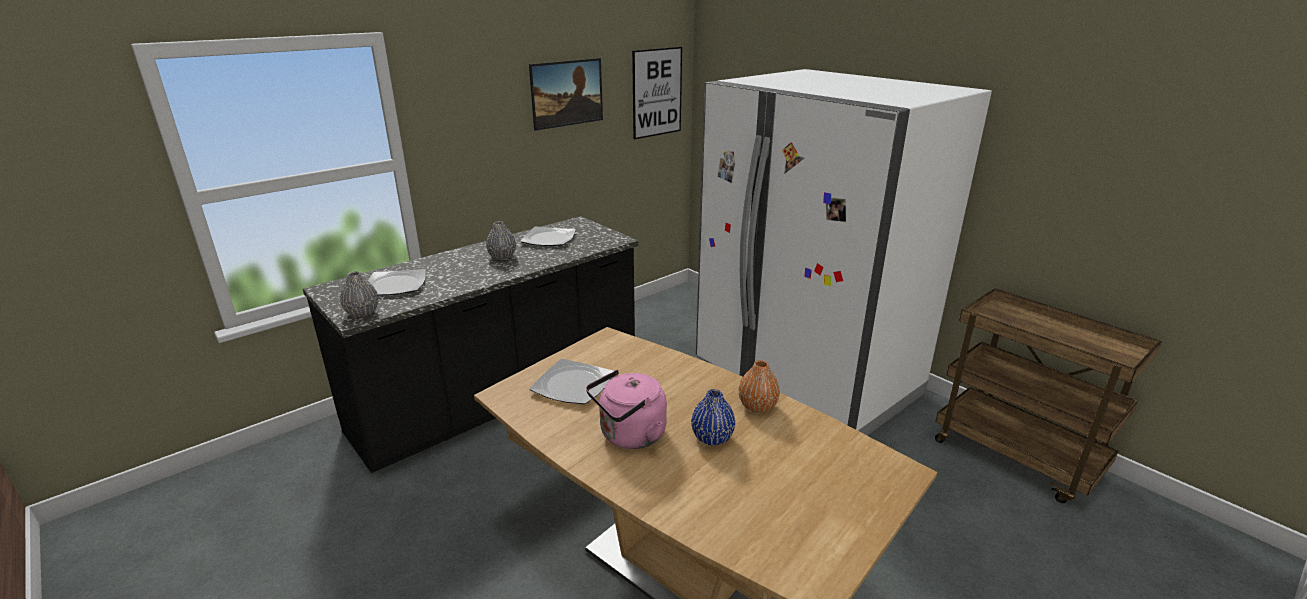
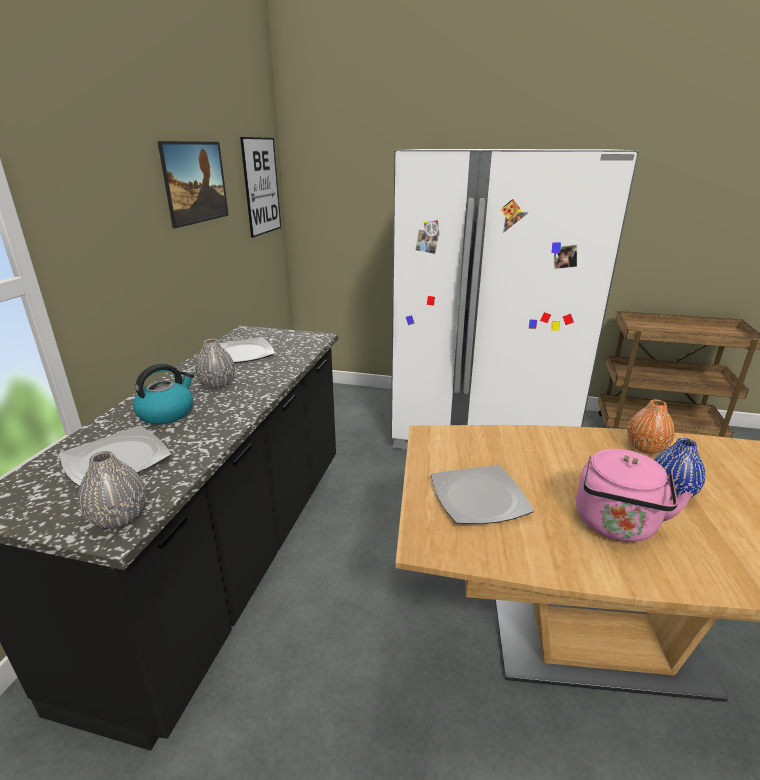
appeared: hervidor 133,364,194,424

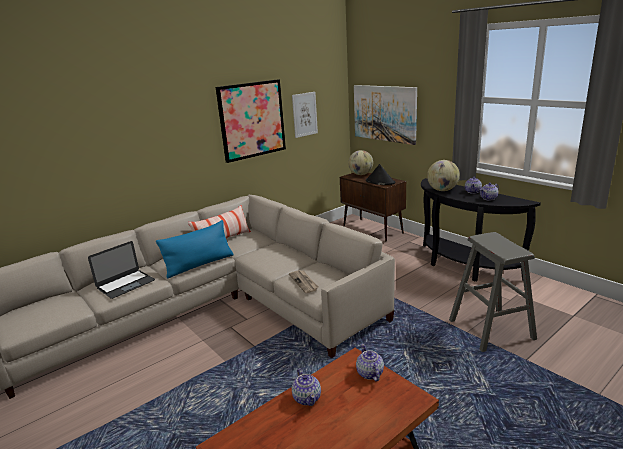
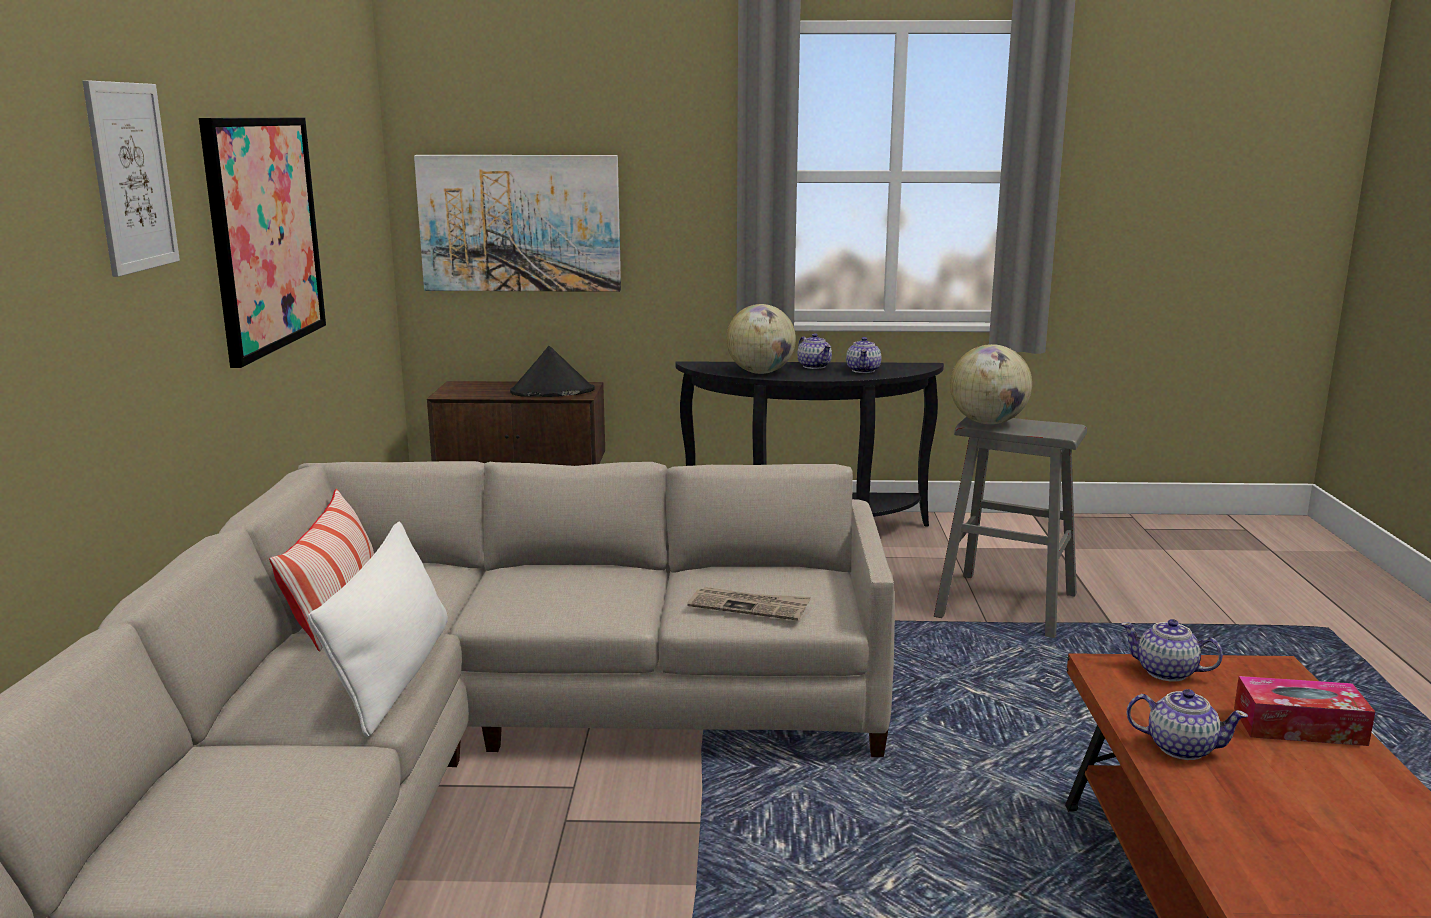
missing: portátil 88,241,155,299
appeared: caja de pañuelos 1234,676,1375,746
relocated: cuadro 292,92,318,138 to 83,80,180,277; globo terráqueo 348,150,373,175 to 950,344,1032,424
colour: cojín/azul 156,220,233,279 to cojín/blanco 308,522,448,737

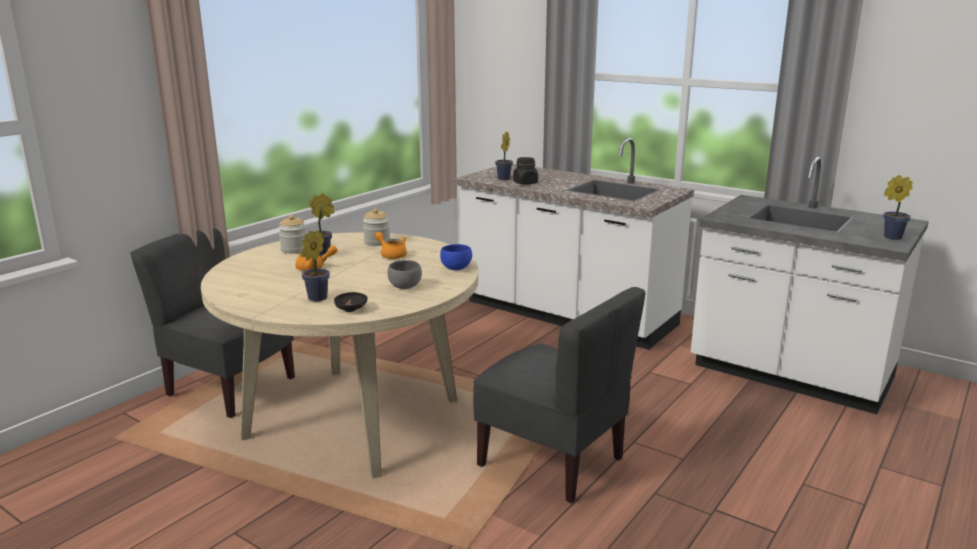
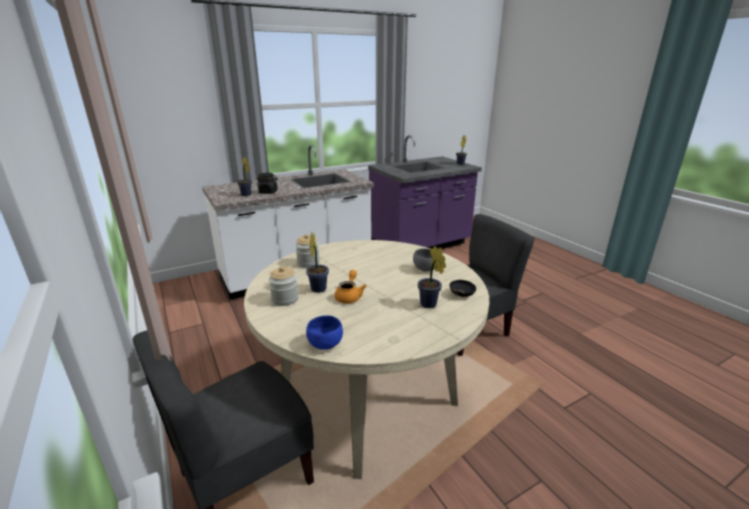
missing: tetera/naranja 375,232,407,259
relocated: cuenco/azul 440,244,472,270 to 306,316,343,350
colour: mueble bajo de cocina/blanco 691,157,929,414 to mueble bajo de cocina/morado 368,135,482,249

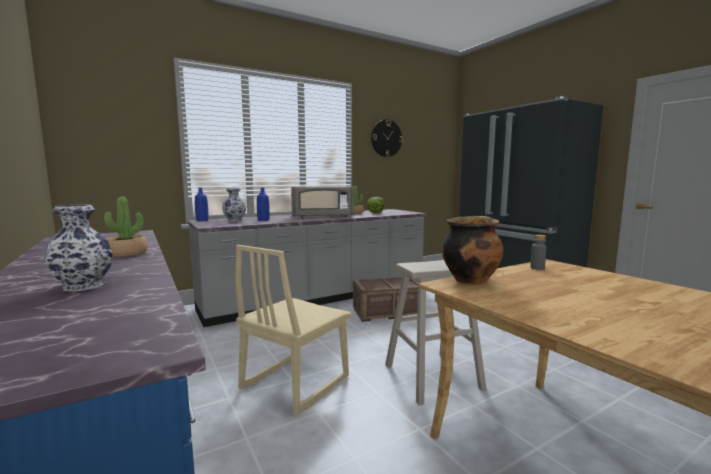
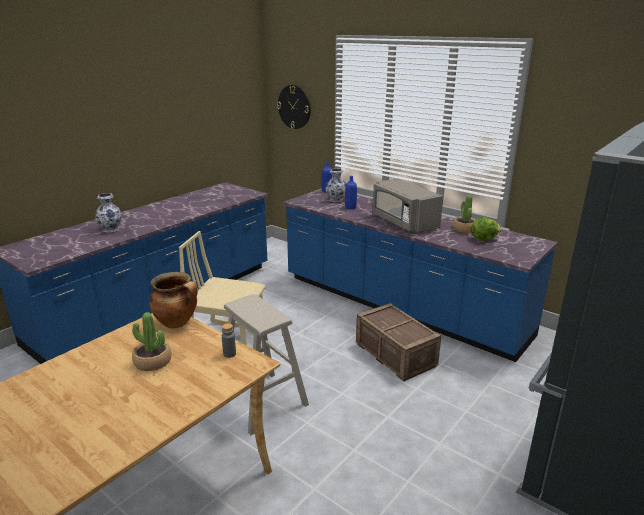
relocated: planta en maceta 104,197,148,257 to 132,312,171,371; reloj de pared 371,119,403,157 to 277,85,311,129
colour: mueble bajo de cocina/gris 187,209,427,327 to mueble bajo de cocina/azul 283,188,558,362

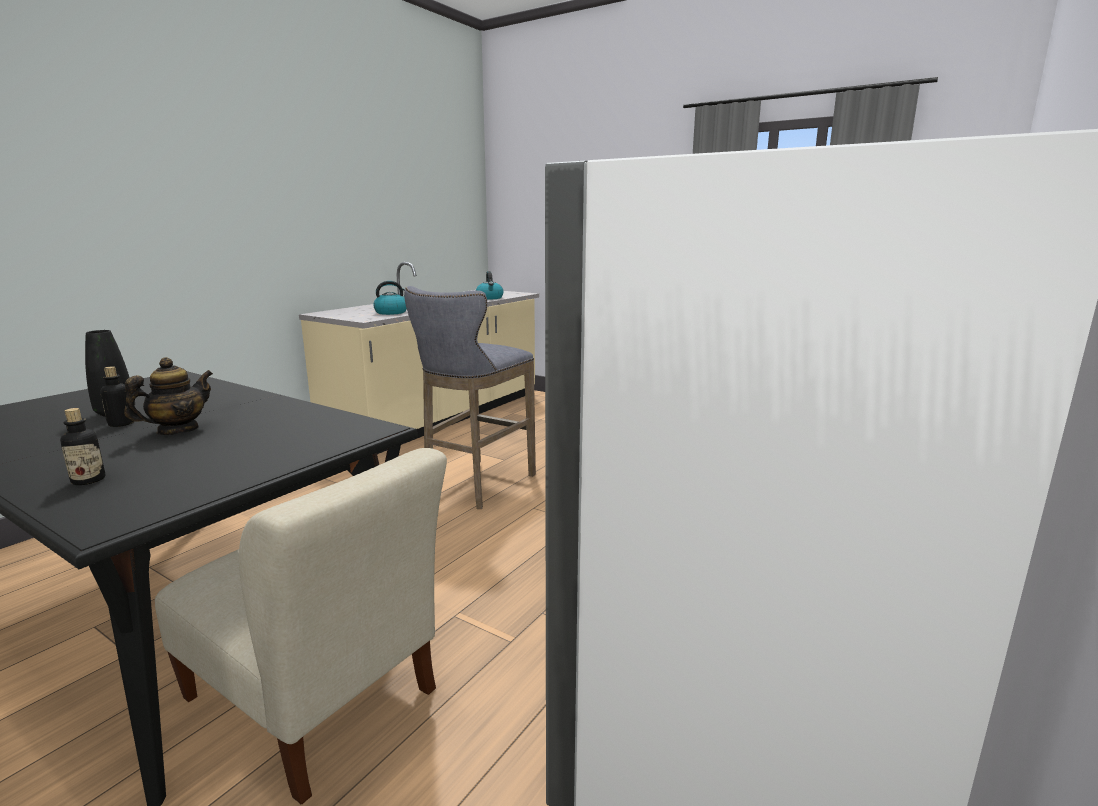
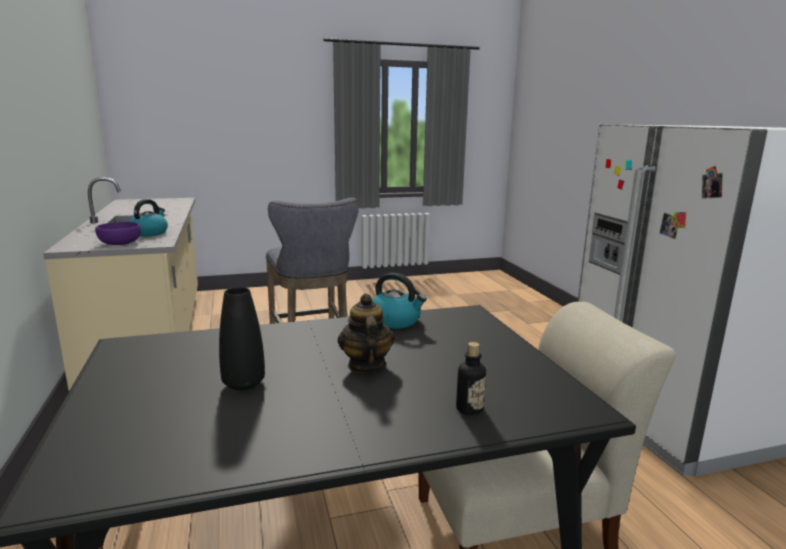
missing: botella 101,366,134,427
appeared: cuenco/morado 95,222,141,245
relocated: hervidor 476,271,504,299 to 372,273,427,329

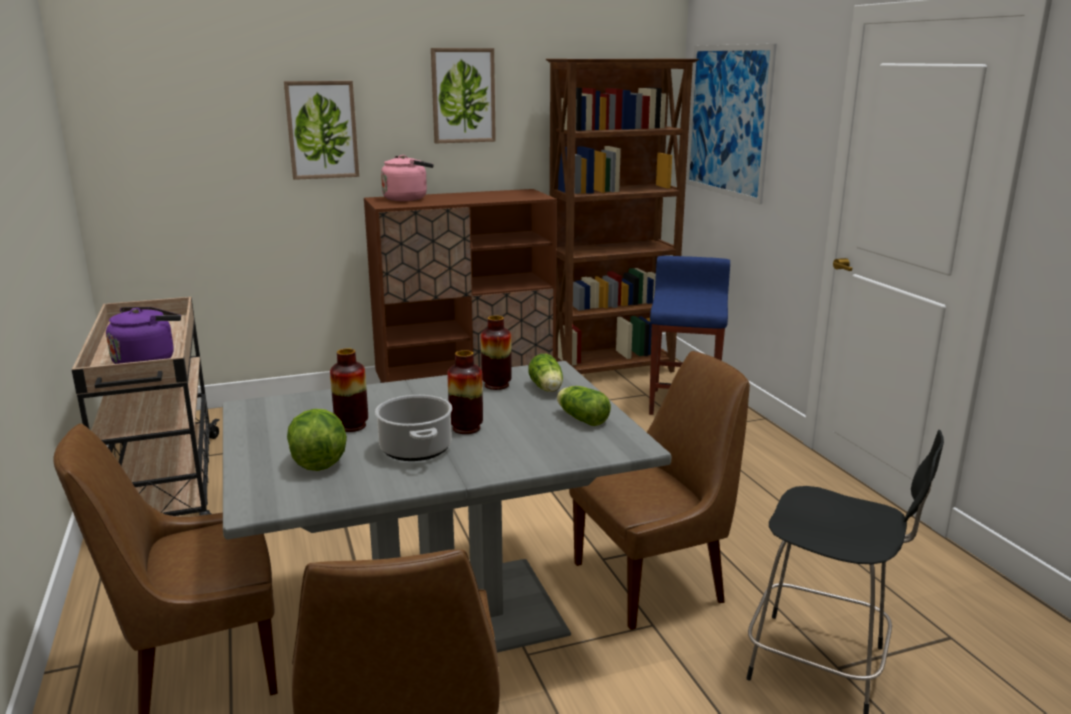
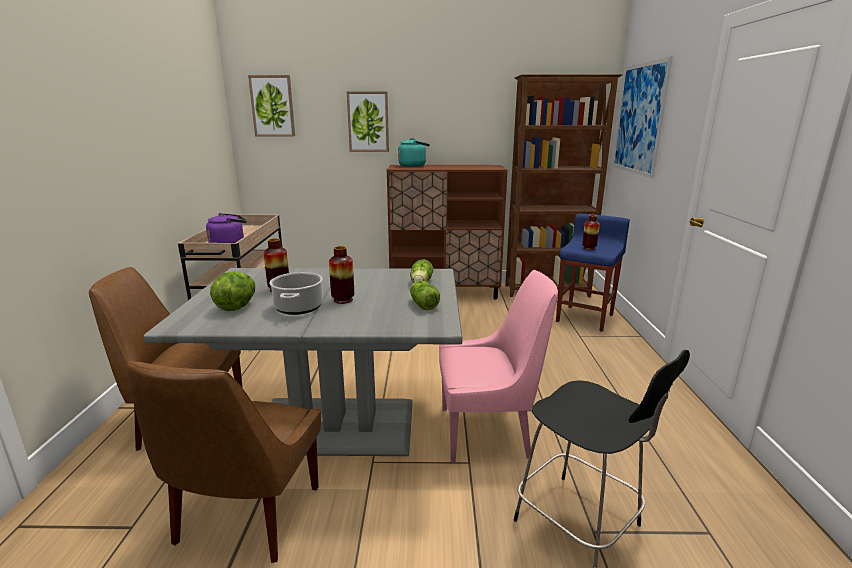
relocated: cuadro 431,48,496,143 to 248,75,295,136; florero 481,316,512,390 to 582,215,600,250
colour: hervidor/rosa 381,155,434,201 to hervidor/turquesa 398,138,430,167; silla/marrón 569,351,750,630 to silla/rosa 439,270,558,462

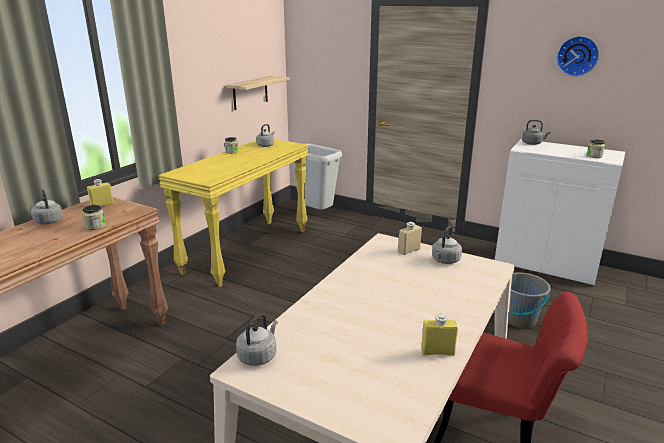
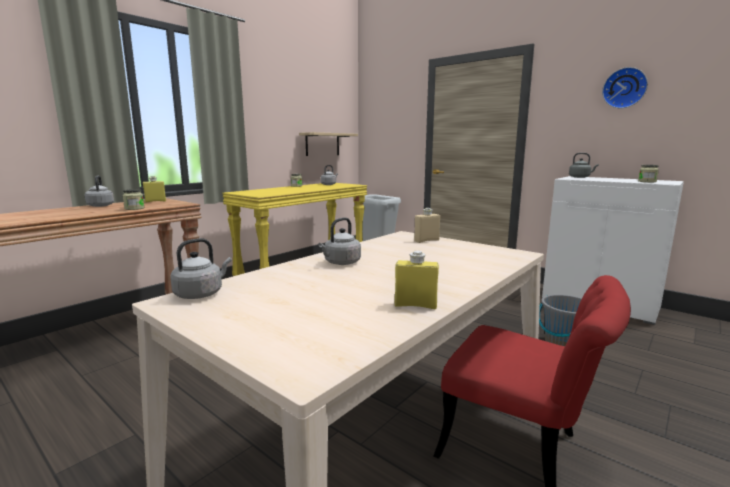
relocated: hervidor/gris 432,226,462,264 to 318,218,361,265

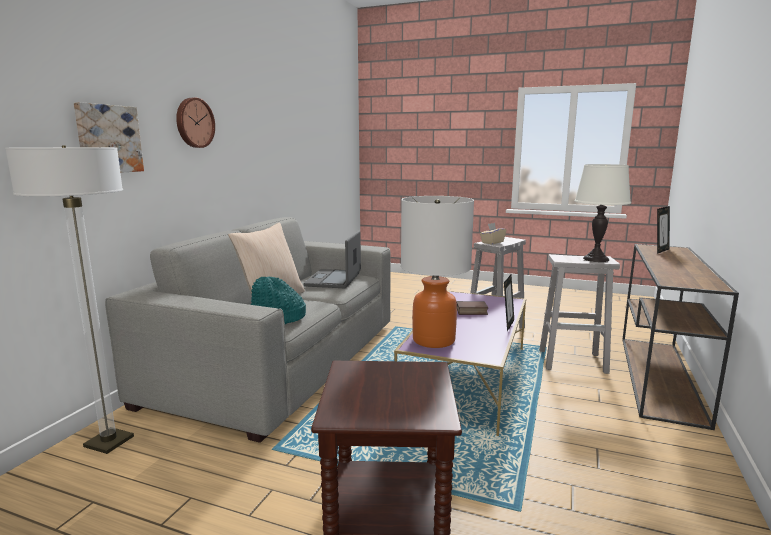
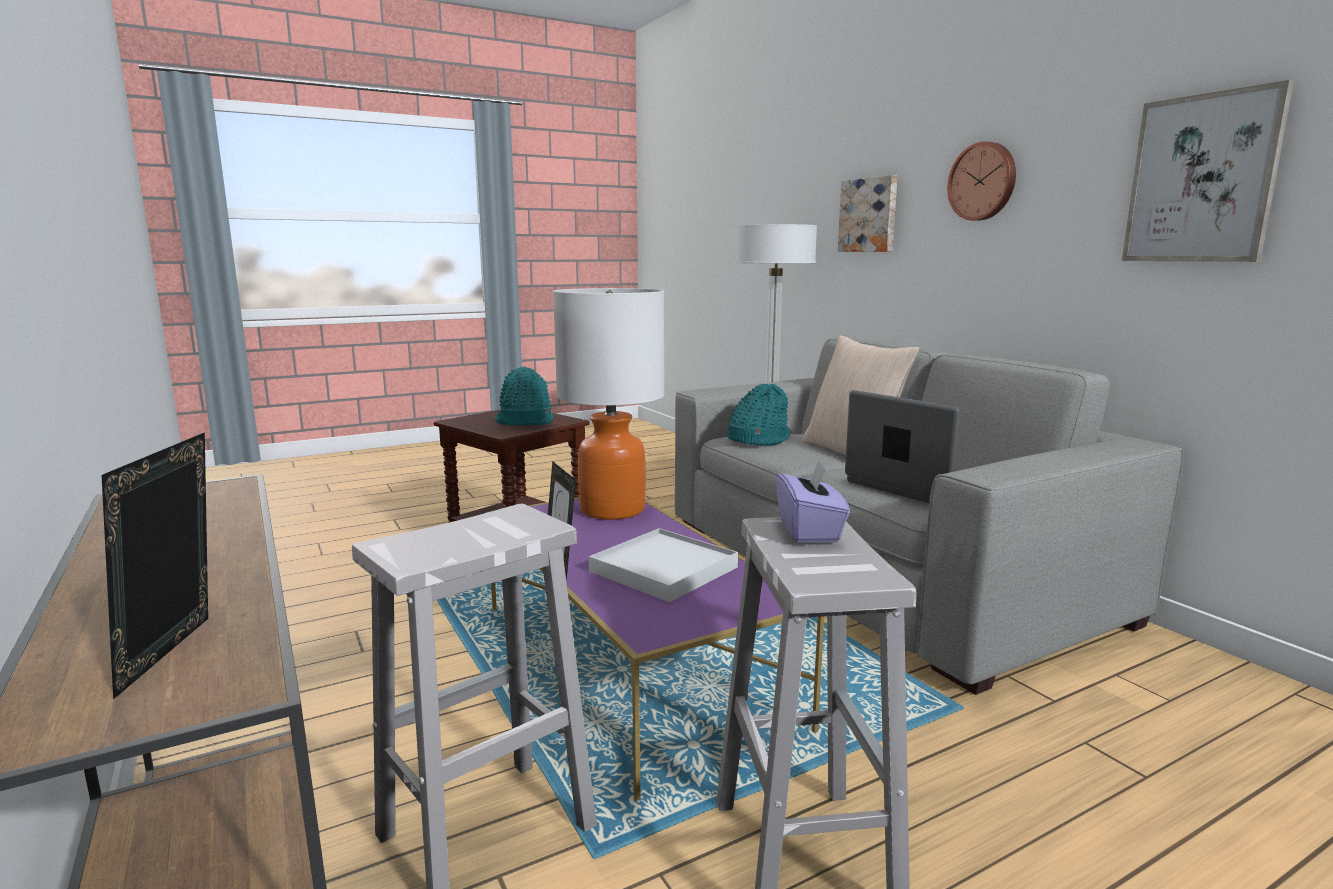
missing: lámpara de mesa/blanco 574,164,631,262
appeared: sombrero/turquesa 495,366,553,425; cuadro 1122,80,1294,262
exchanged: libro 457,301,488,315 to bandeja/blanco 589,528,738,602
colour: caja de pañuelos/beis 480,223,506,244 to caja de pañuelos/morado 776,460,850,543

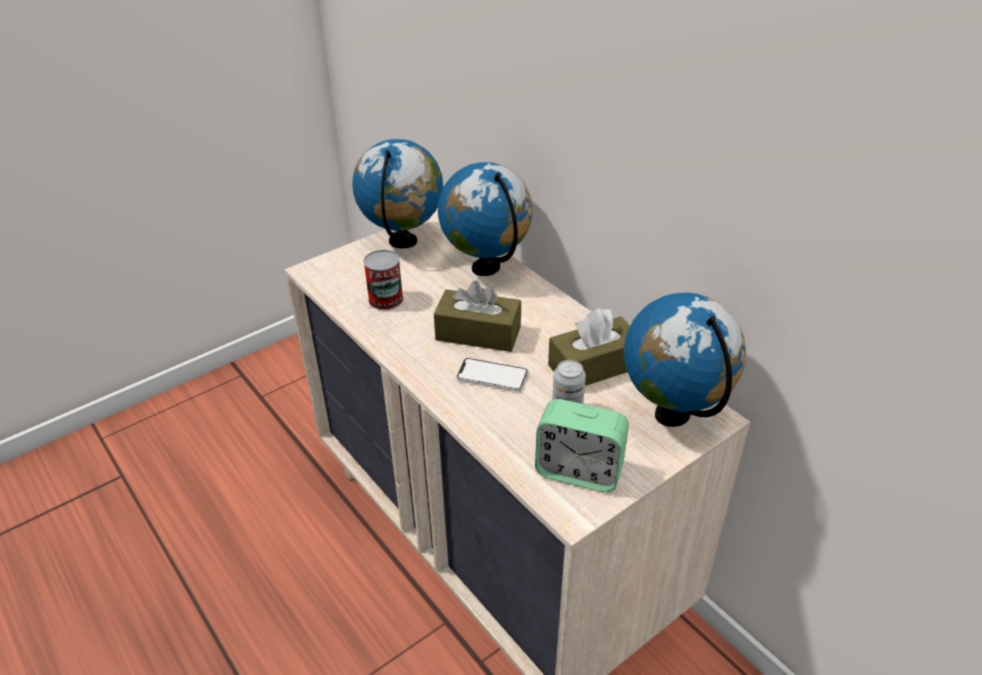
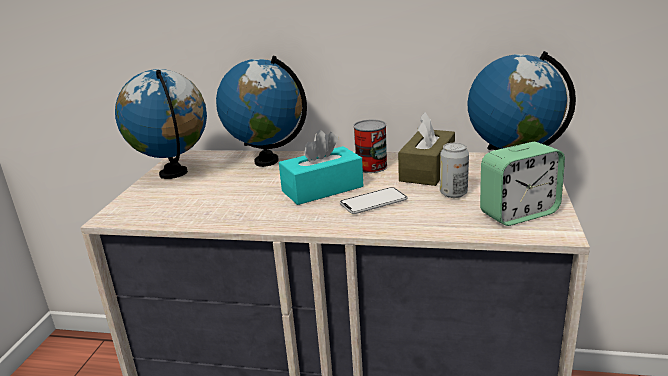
relocated: lata 363,250,403,310 to 353,119,387,173
colour: caja de pañuelos/marrón 434,281,521,352 to caja de pañuelos/turquesa 279,130,363,205

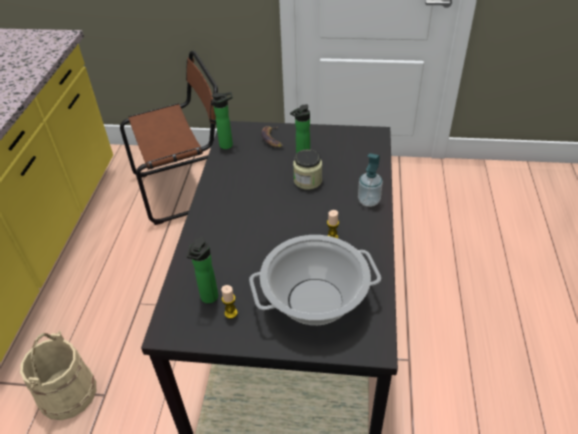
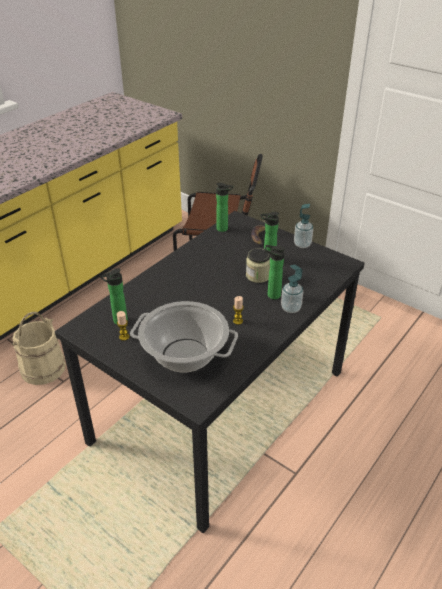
appeared: botella 265,245,285,299; dispensador de jabón 294,204,313,248

